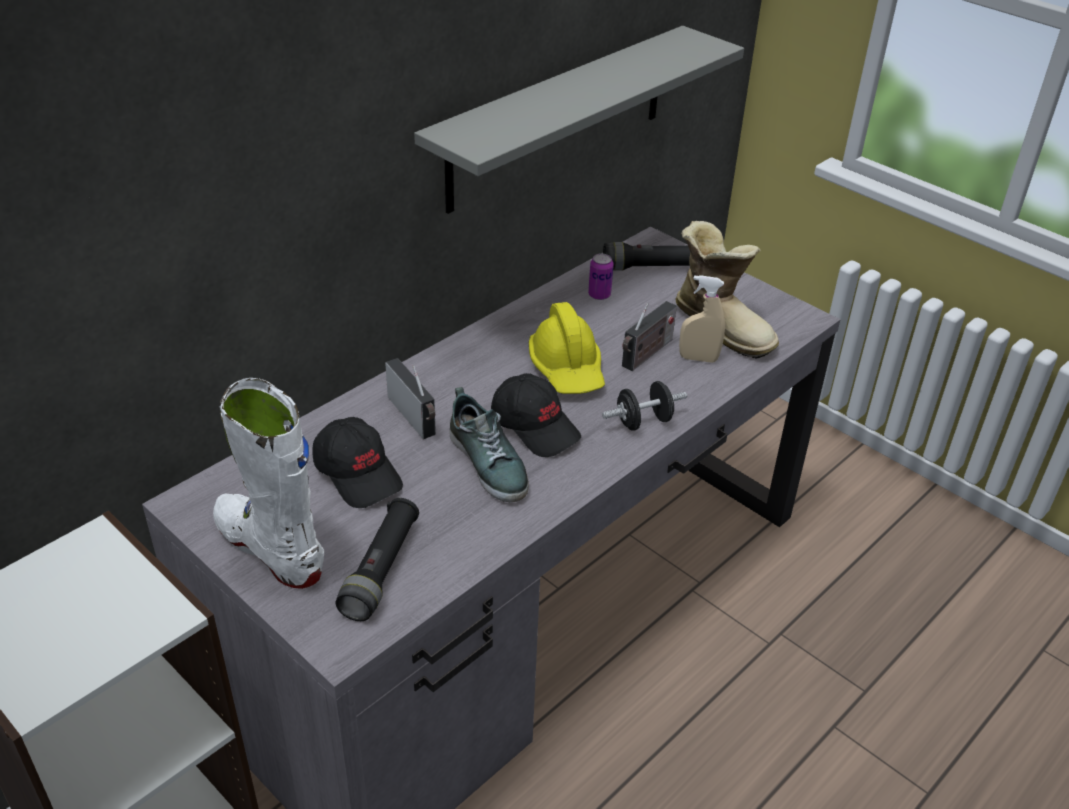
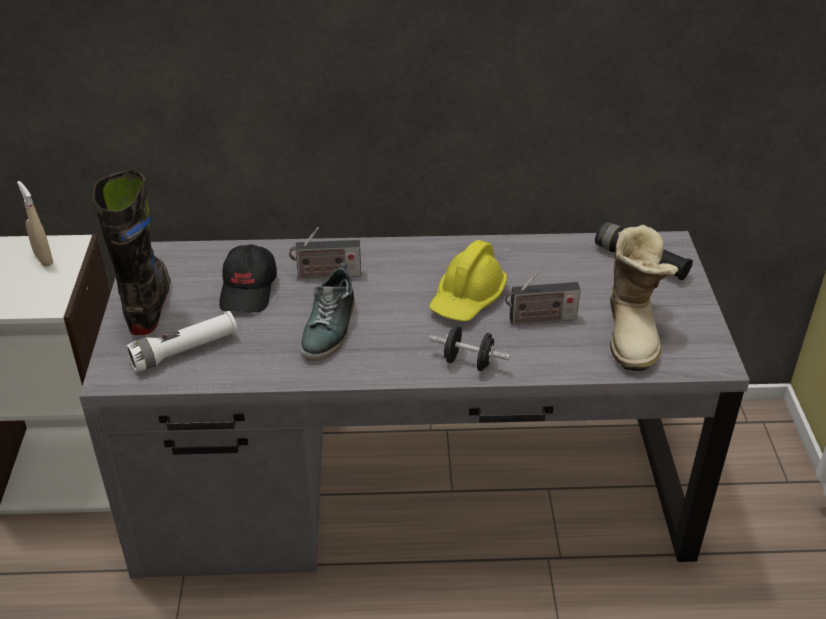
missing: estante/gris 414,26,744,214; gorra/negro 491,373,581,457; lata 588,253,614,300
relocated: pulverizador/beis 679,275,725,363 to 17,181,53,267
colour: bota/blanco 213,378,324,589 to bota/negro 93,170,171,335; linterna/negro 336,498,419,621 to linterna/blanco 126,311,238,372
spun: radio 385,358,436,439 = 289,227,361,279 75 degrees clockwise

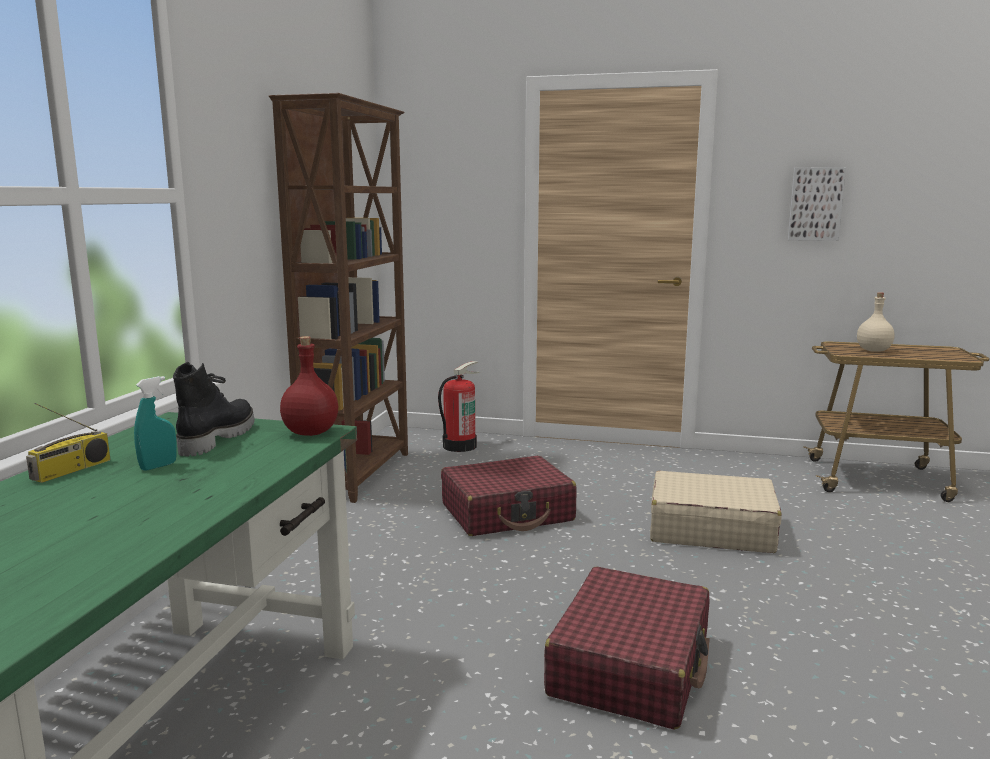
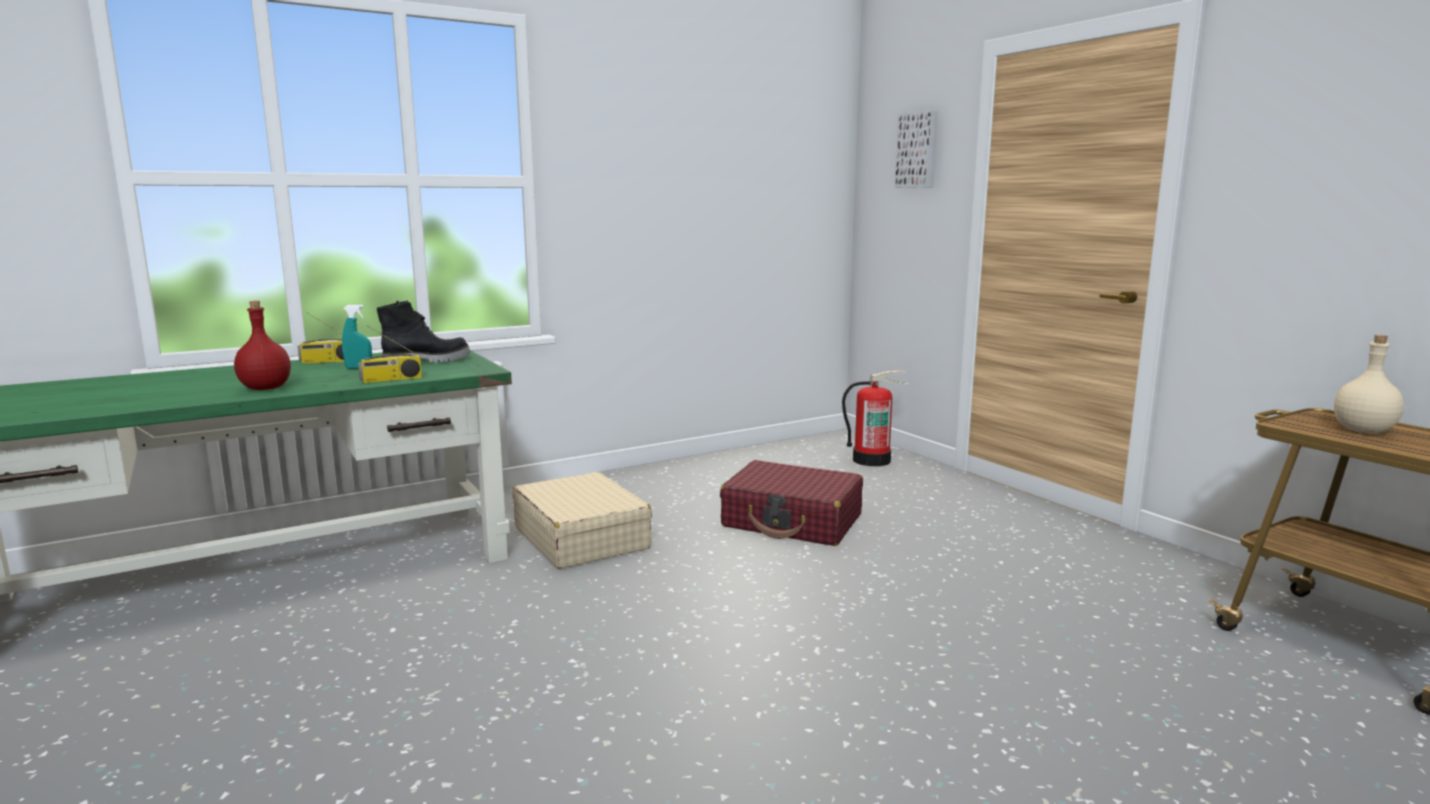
missing: estantería/marrón 269,93,408,503; maleta/rojo 544,567,710,730
appeared: radio 358,325,422,383
relocated: botella/rojo 280,336,338,436 to 234,301,291,390; maleta/beis 650,471,782,553 to 512,472,652,569; cuadro 788,167,846,241 to 895,110,938,188

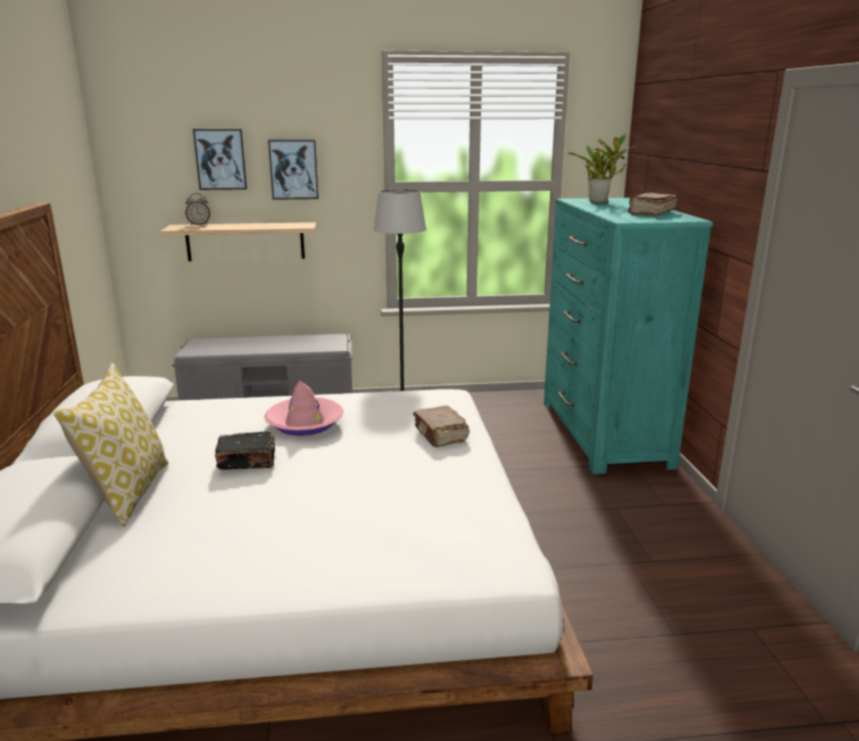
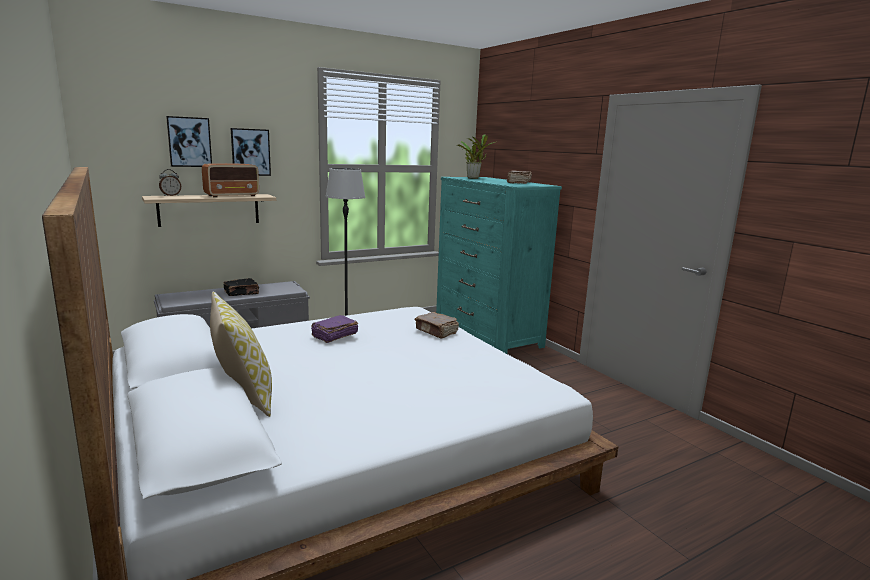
appeared: radio 202,163,259,197
relocated: libro/negro 215,431,275,470 to 223,278,259,296
exchanged: sombrero/rosa 264,380,344,436 to libro/morado 311,315,358,343

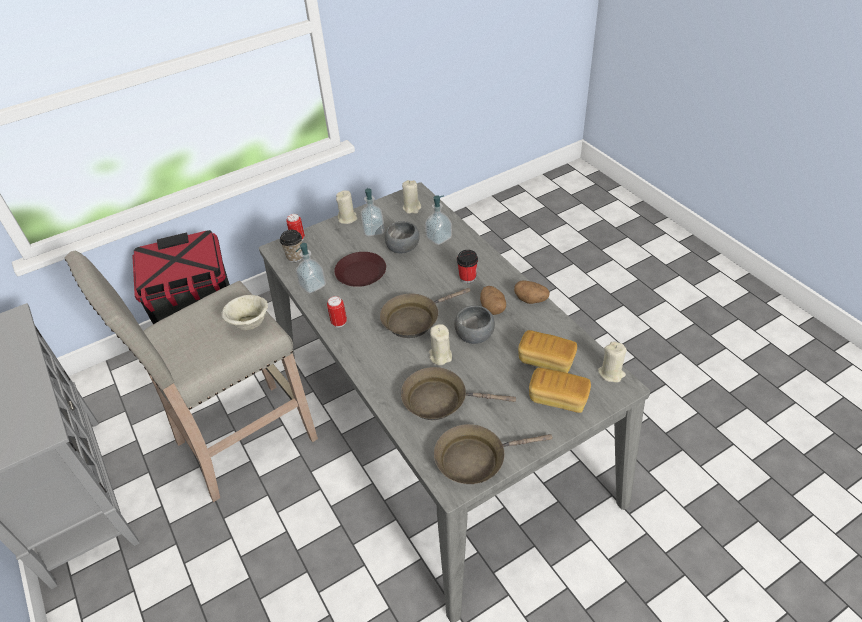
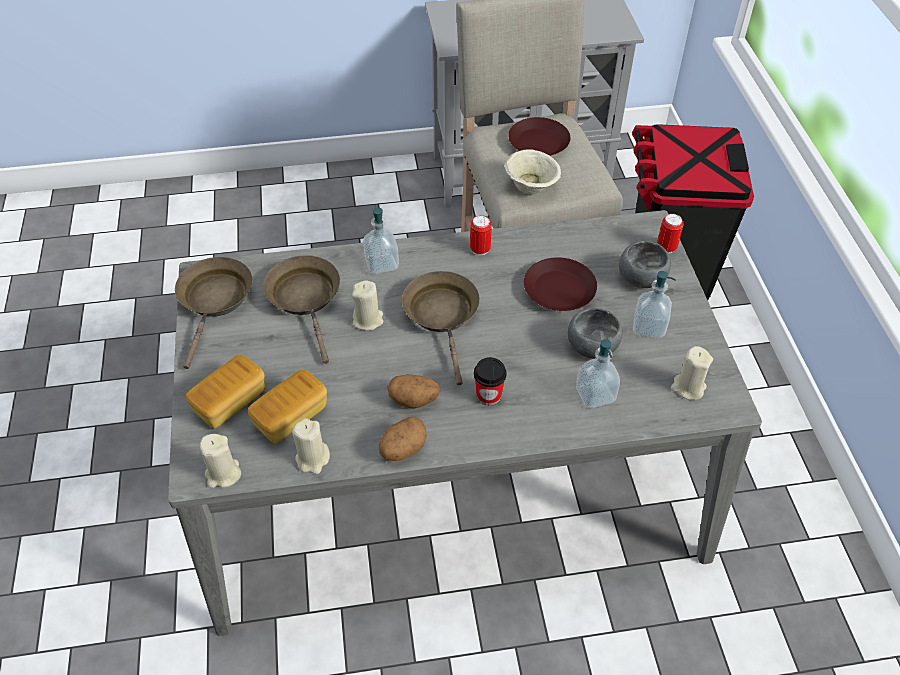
missing: taza 280,230,302,262
appeared: plato/marrón 508,117,570,156
relocated: dispensador de jabón 296,243,326,294 to 363,205,399,274; vela/beis 336,190,358,224 to 292,418,330,474; cuenco/gris 454,305,495,344 to 619,241,671,288
spun: sartén/marrón 401,367,516,420 = 263,255,340,364 45 degrees counterclockwise

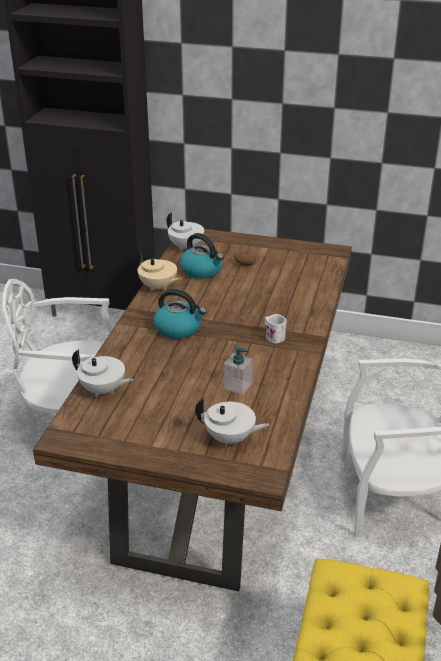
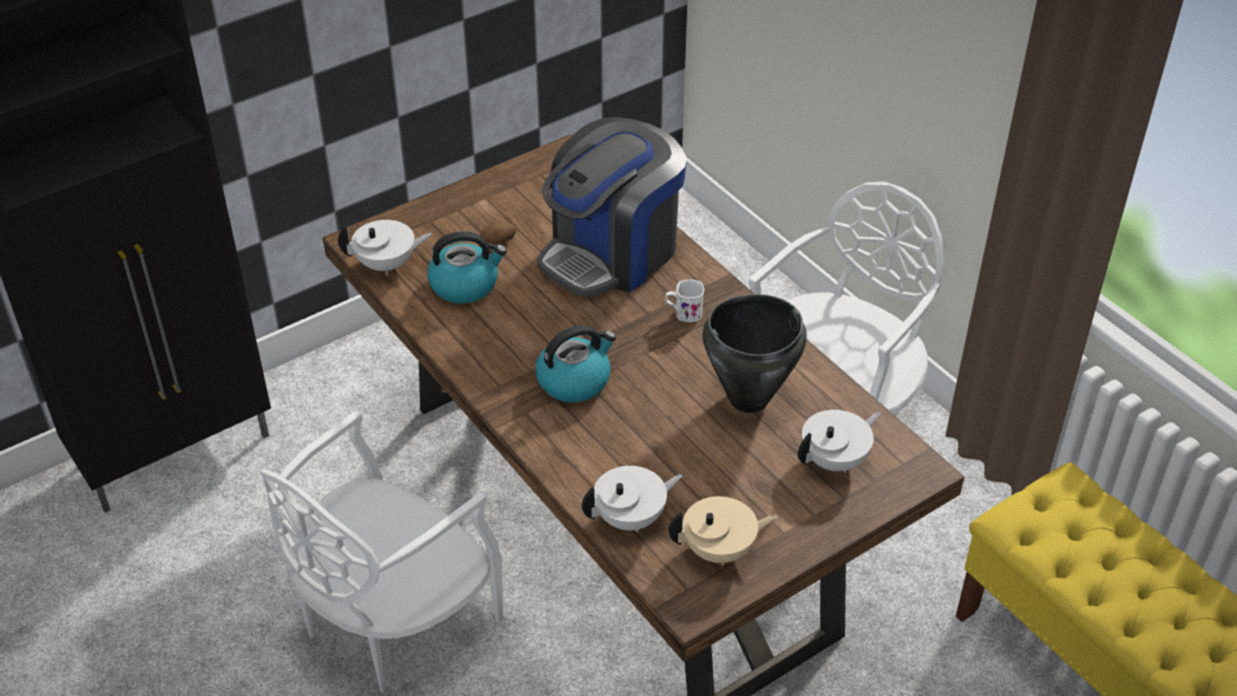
appeared: cafetera 537,117,687,297
relocated: tetera/beis 136,250,181,291 to 669,496,778,566
exchanged: dispensador de jabón 224,346,253,395 to olla/negro 703,294,807,413

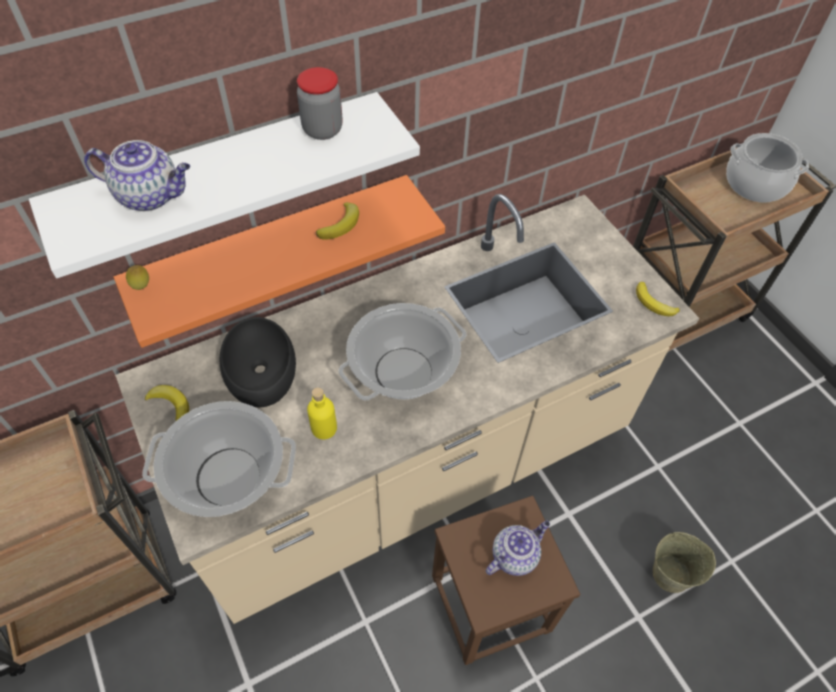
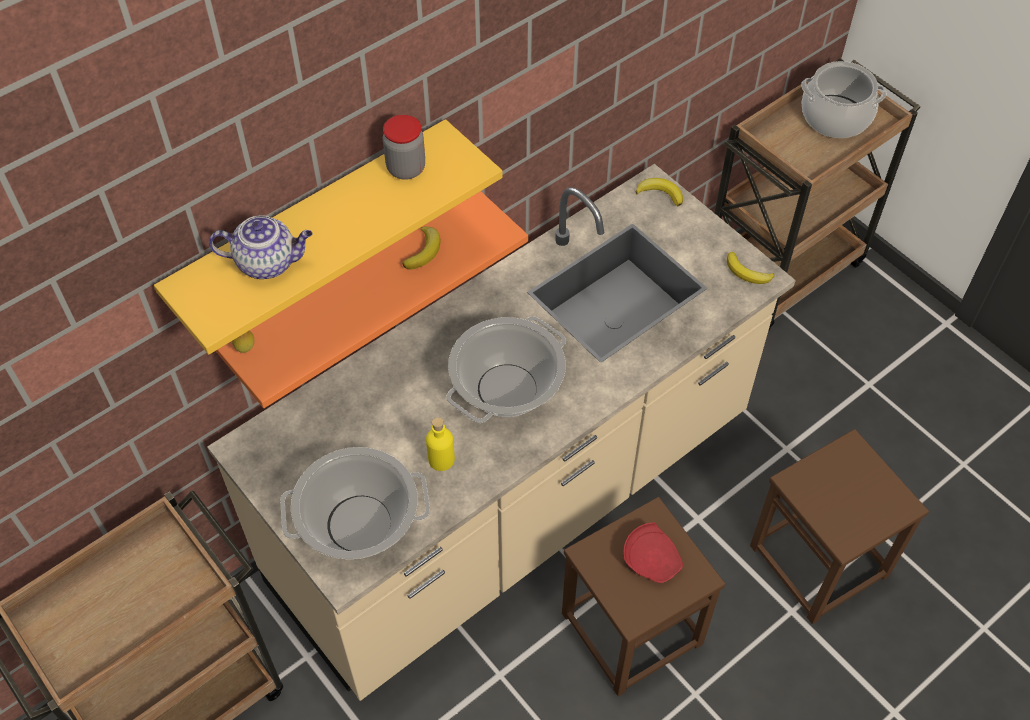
missing: cuenco/negro 219,317,296,407
relocated: plátano 145,385,189,421 to 636,178,683,206
exchanged: tetera 486,521,550,576 to plato/rojo 623,522,683,583; cubo/beis 653,532,716,593 to taburete/marrón 750,429,929,624
colour: estante/blanco 29,92,420,278 to estante/amarillo 154,119,503,355

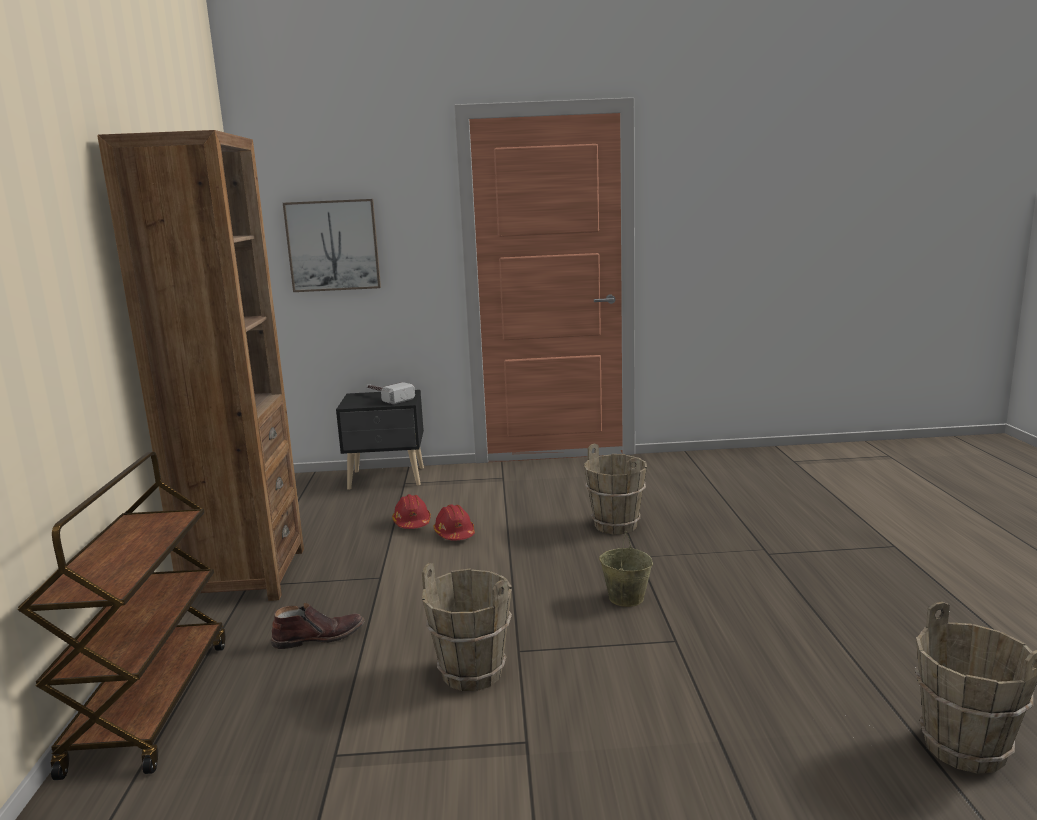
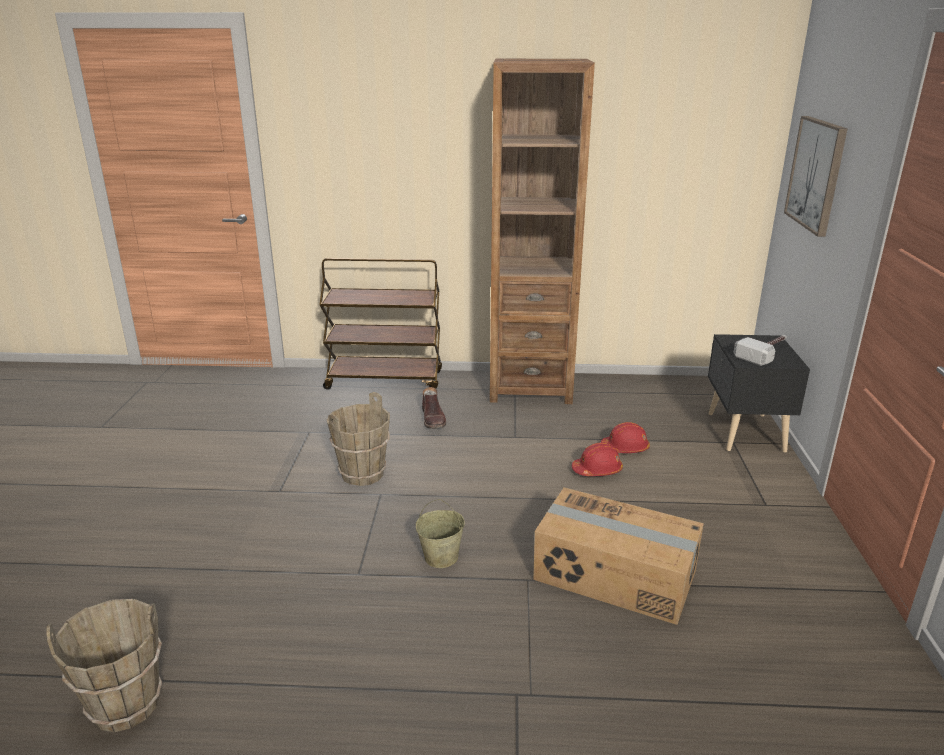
exchanged: cubo/marrón 584,444,647,534 to caja de cartón 533,487,704,625

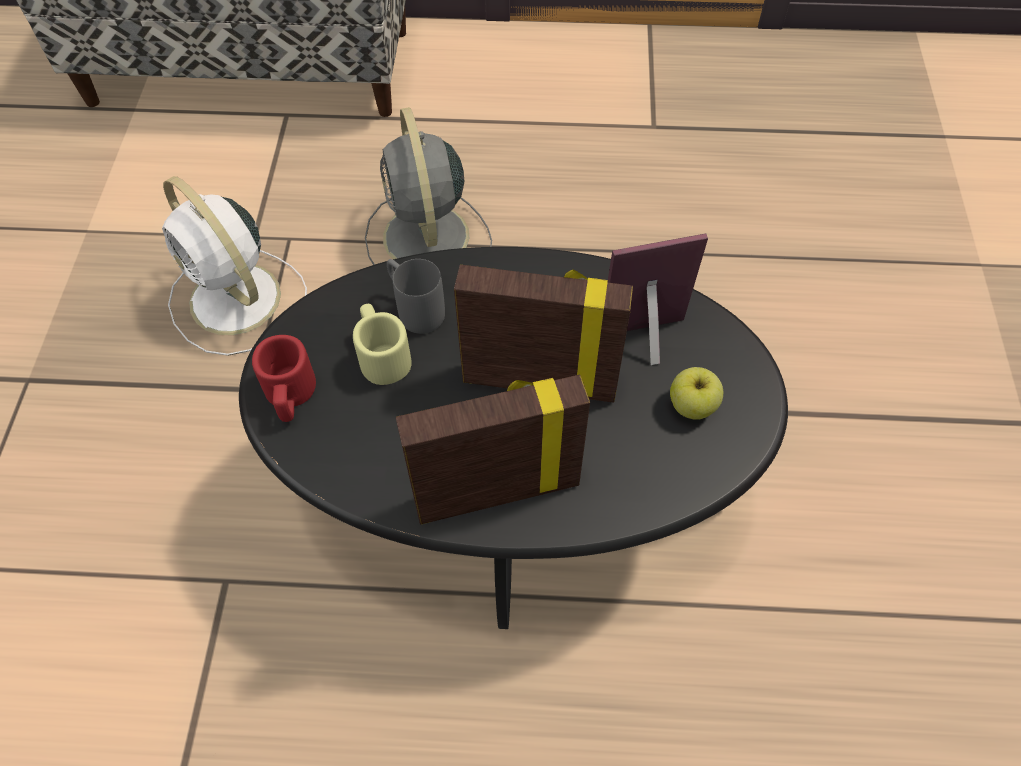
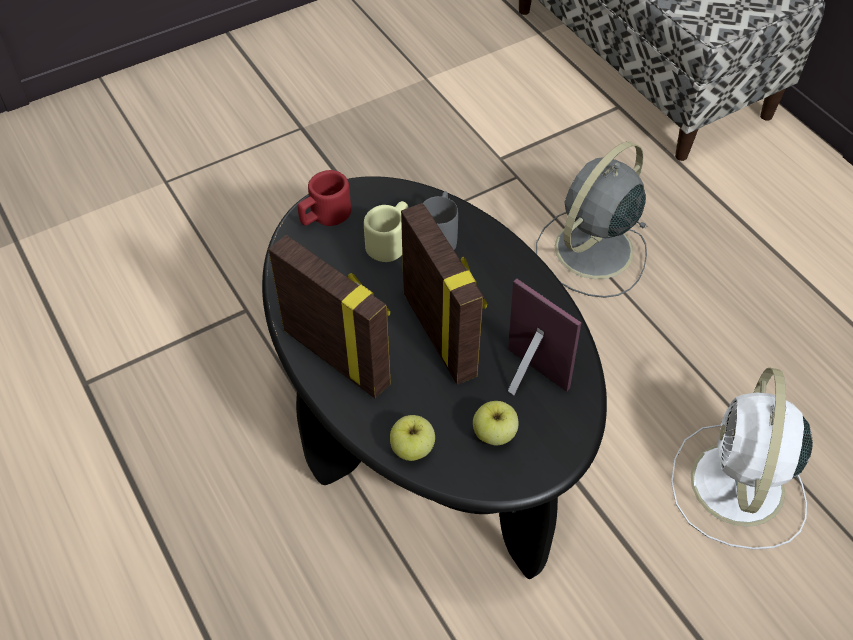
appeared: manzana 390,415,435,461
relocated: ventilador/blanco 162,176,307,356 to 671,368,813,550

